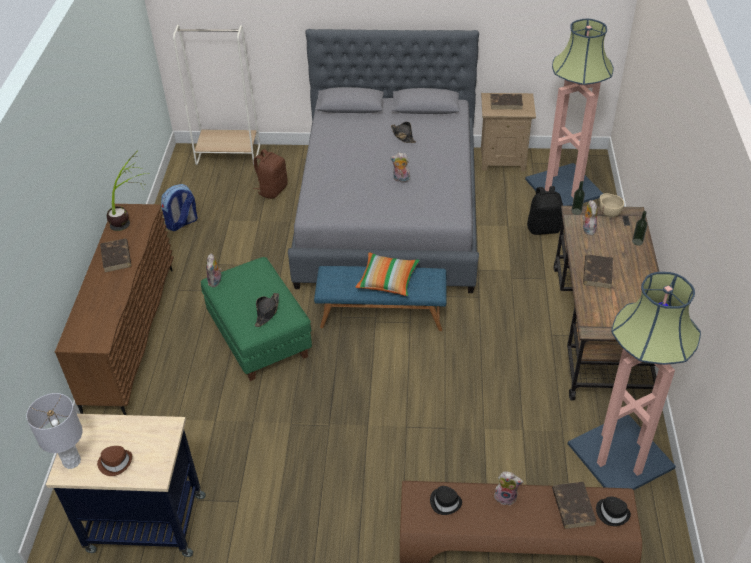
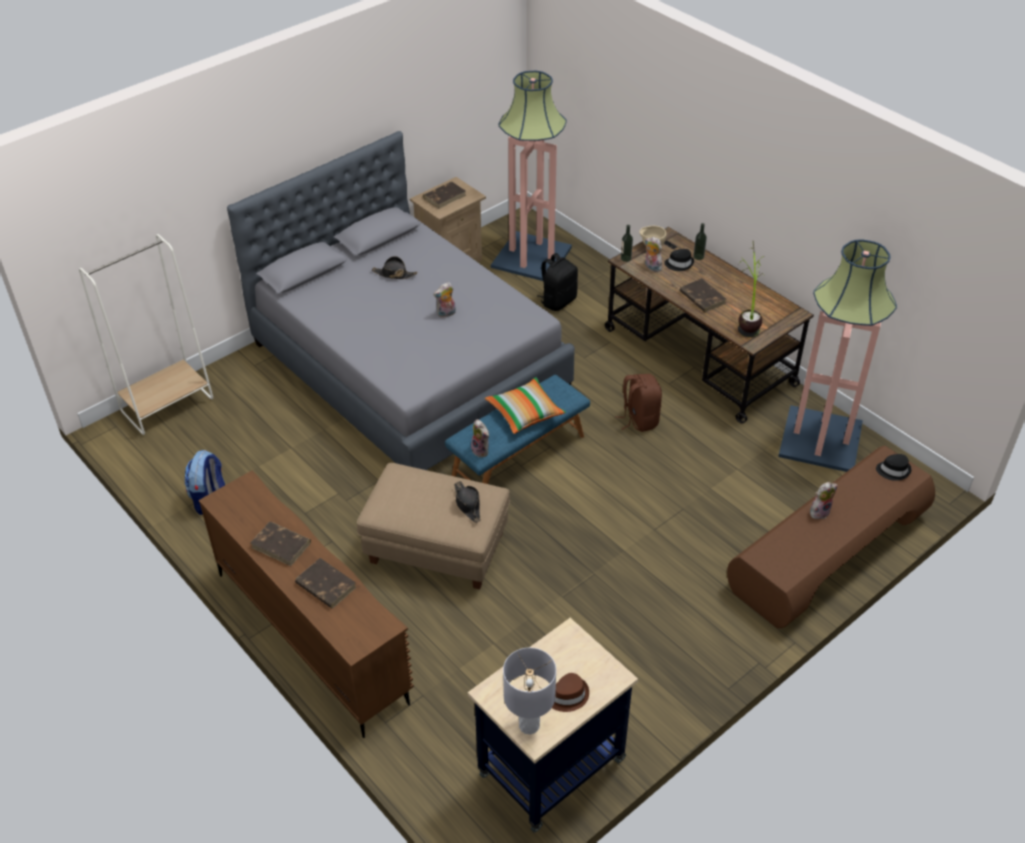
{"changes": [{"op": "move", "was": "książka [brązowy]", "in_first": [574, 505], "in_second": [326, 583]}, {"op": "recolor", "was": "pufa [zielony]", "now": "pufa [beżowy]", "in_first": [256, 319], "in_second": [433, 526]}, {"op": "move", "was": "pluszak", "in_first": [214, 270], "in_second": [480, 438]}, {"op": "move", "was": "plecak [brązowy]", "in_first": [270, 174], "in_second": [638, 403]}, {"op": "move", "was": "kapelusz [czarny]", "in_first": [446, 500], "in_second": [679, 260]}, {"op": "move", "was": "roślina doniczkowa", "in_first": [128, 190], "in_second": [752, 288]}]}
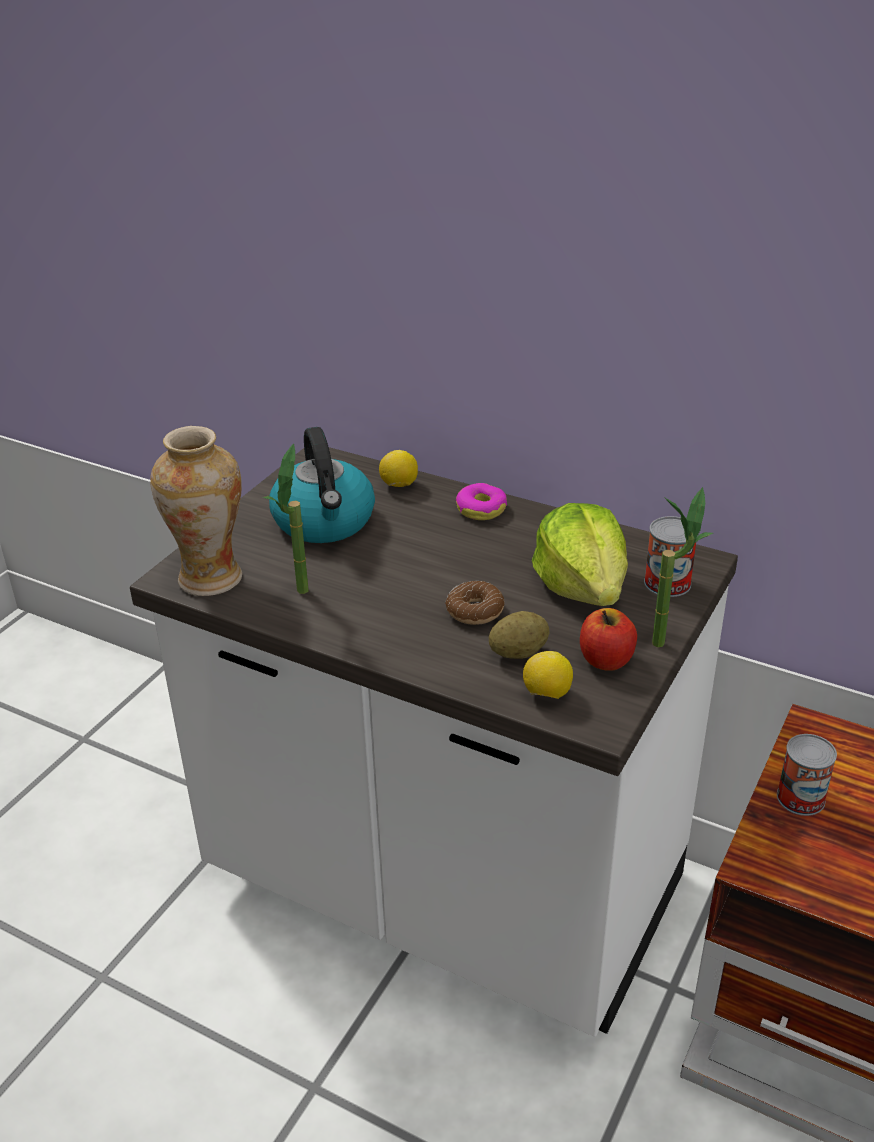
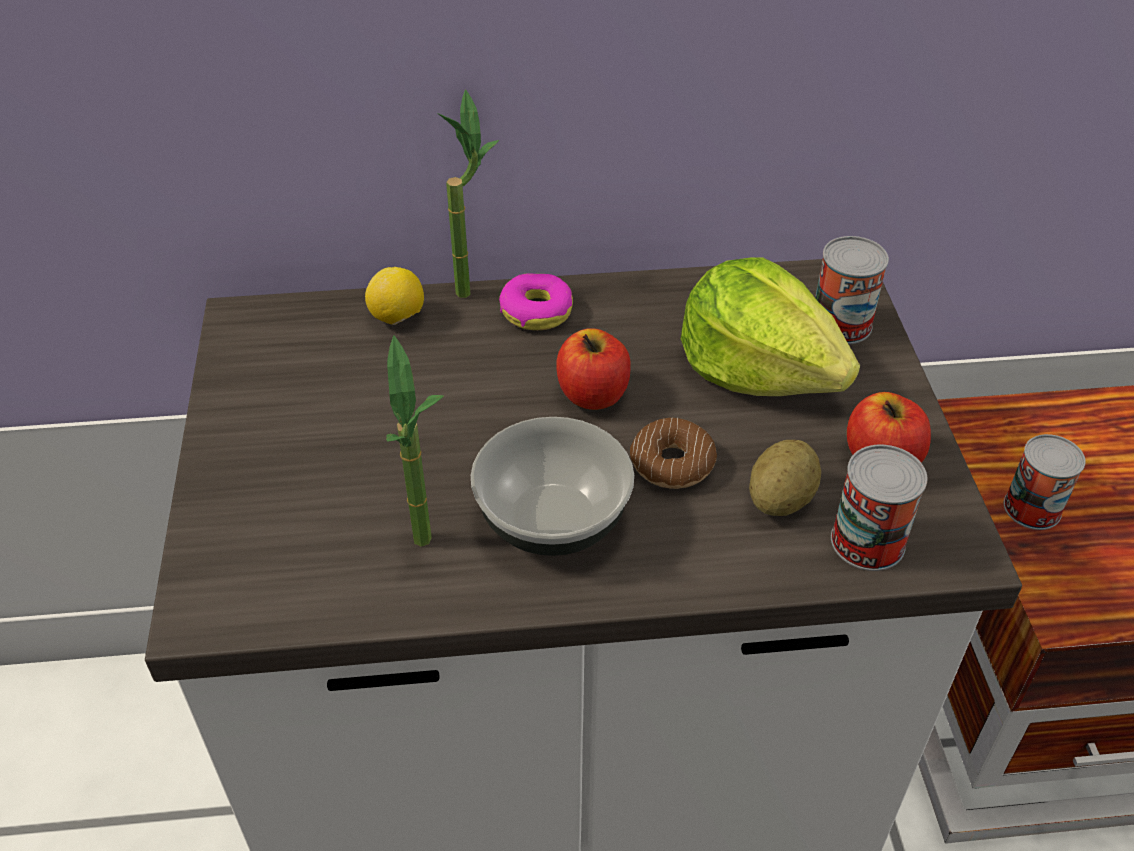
{"changes": [{"op": "move", "was": "roślina doniczkowa", "in_first": [682, 567], "in_second": [468, 193]}, {"op": "insert", "now": "miska", "in_second": [552, 486]}, {"op": "insert", "now": "jabłko", "in_second": [593, 369]}, {"op": "replace", "was": "cytryna", "now": "puszka", "in_first": [548, 675], "in_second": [879, 507]}, {"op": "delete", "was": "wazon", "in_first": [196, 511]}, {"op": "delete", "was": "czajnik", "in_first": [322, 485]}]}
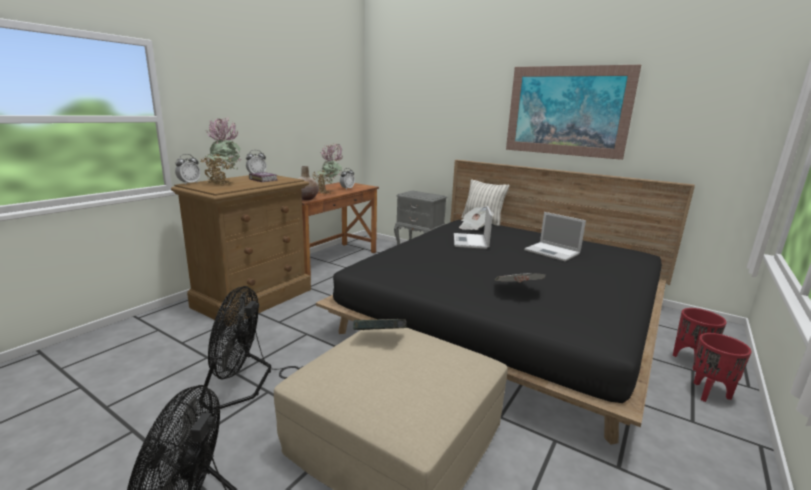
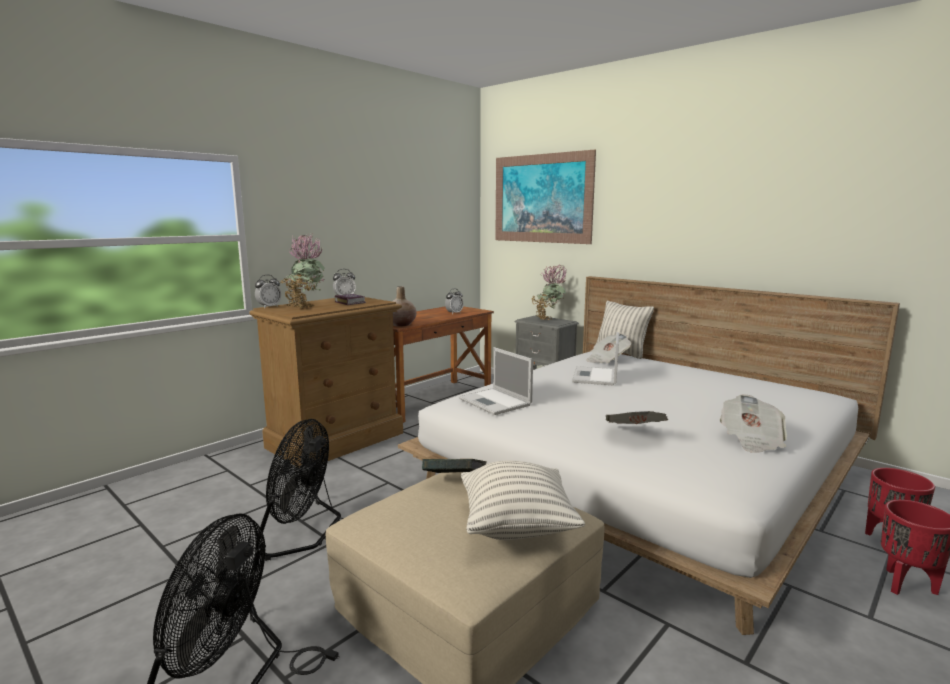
{"changes": [{"op": "recolor", "was": "łóżko [czarny]", "now": "łóżko [biały]", "in_first": [505, 302], "in_second": [649, 455]}, {"op": "move", "was": "laptop", "in_first": [555, 236], "in_second": [496, 381]}, {"op": "insert", "now": "poduszka", "in_second": [523, 500]}, {"op": "move", "was": "obraz", "in_first": [573, 112], "in_second": [545, 197]}, {"op": "move", "was": "roślina doniczkowa", "in_first": [327, 168], "in_second": [549, 292]}, {"op": "insert", "now": "gazeta", "in_second": [753, 423]}]}
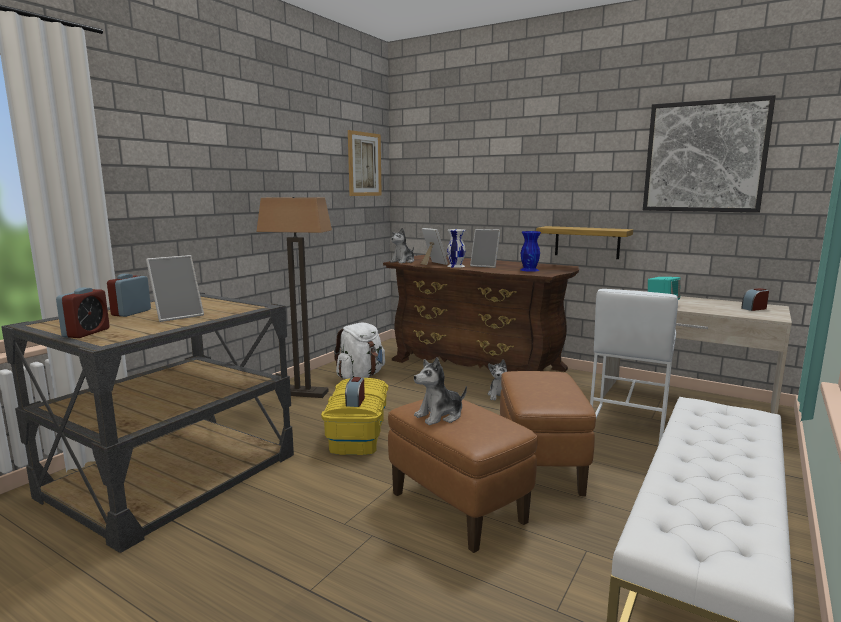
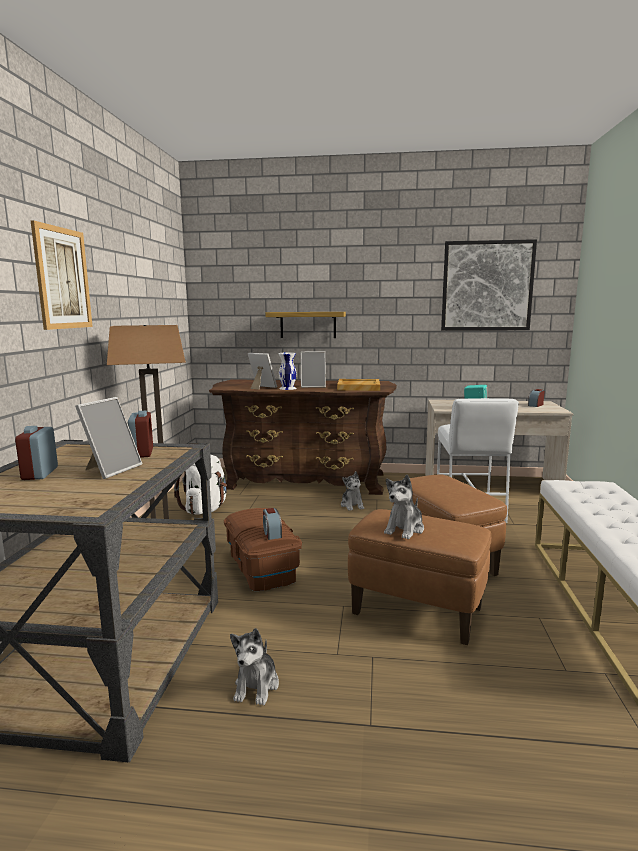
{"changes": [{"op": "move", "was": "obraz", "in_first": [365, 163], "in_second": [62, 275]}, {"op": "move", "was": "budzik", "in_first": [83, 313], "in_second": [140, 434]}, {"op": "recolor", "was": "pojemnik do przechowywania [żółty]", "now": "pojemnik do przechowywania [brązowy]", "in_first": [354, 416], "in_second": [263, 549]}, {"op": "move", "was": "pluszak", "in_first": [402, 246], "in_second": [254, 666]}, {"op": "move", "was": "półka", "in_first": [584, 242], "in_second": [305, 325]}, {"op": "replace", "was": "wazon [niebieski]", "now": "taca [beżowy]", "in_first": [531, 251], "in_second": [358, 385]}]}
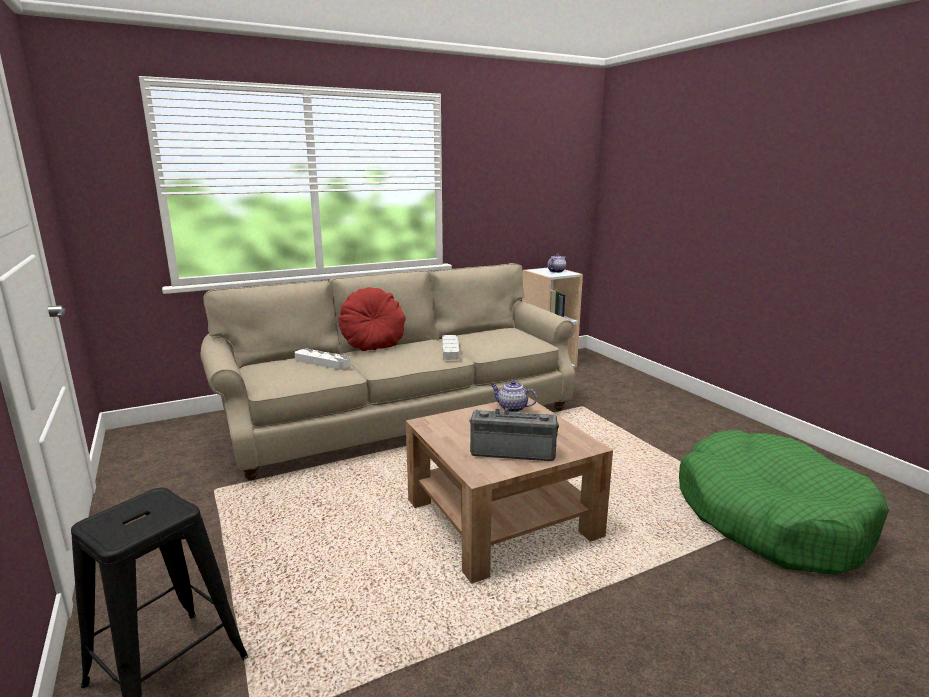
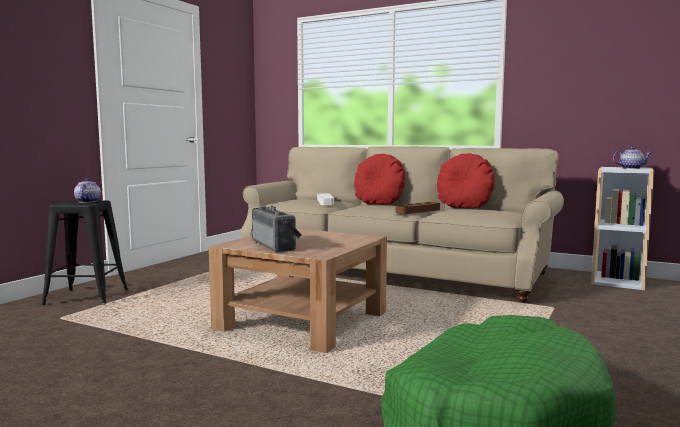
{"changes": [{"op": "move", "was": "imbryk", "in_first": [514, 396], "in_second": [87, 190]}, {"op": "recolor", "was": "taca [szary]", "now": "taca [brązowy]", "in_first": [451, 347], "in_second": [417, 208]}, {"op": "insert", "now": "poduszka [czerwony]", "in_second": [466, 180]}]}
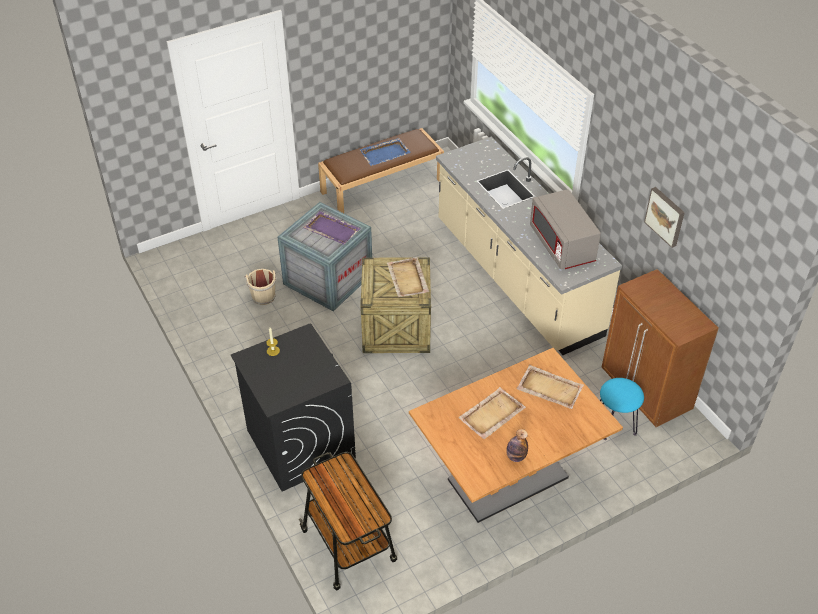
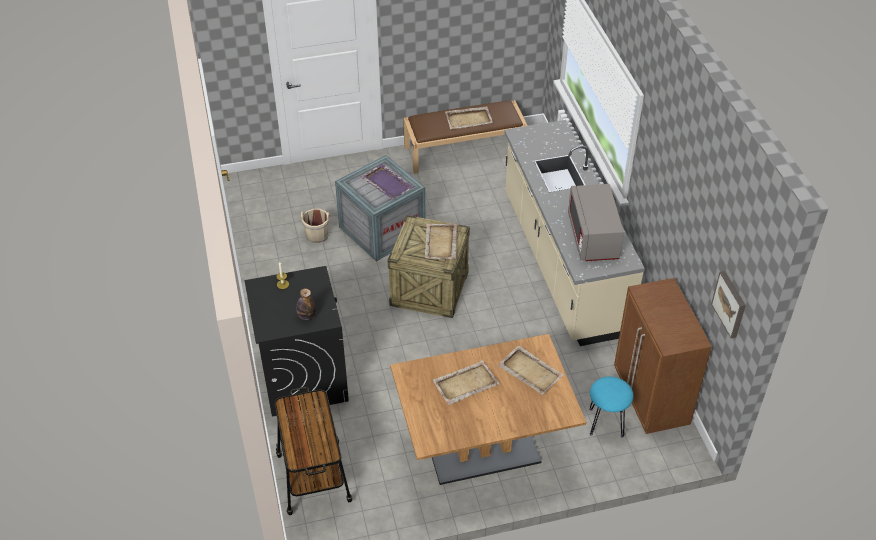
{"changes": [{"op": "move", "was": "butelka", "in_first": [517, 445], "in_second": [306, 304]}, {"op": "recolor", "was": "taca [niebieski]", "now": "taca [beżowy]", "in_first": [385, 152], "in_second": [469, 117]}, {"op": "move", "was": "obraz", "in_first": [664, 217], "in_second": [728, 304]}]}
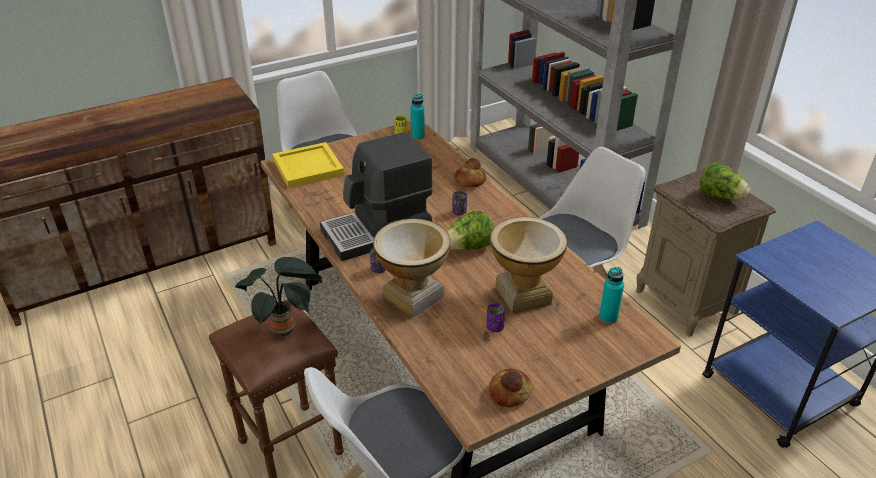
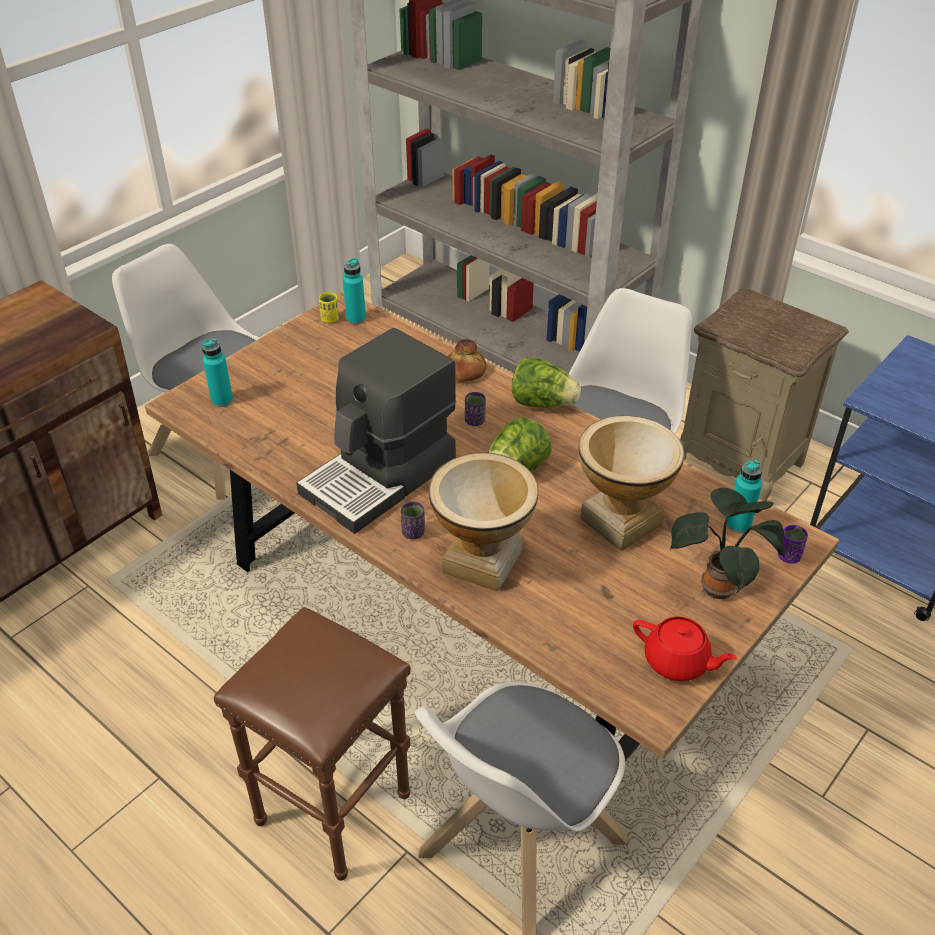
{"changes": [{"op": "replace", "was": "taca [żółty]", "now": "butelka [turkusowy]", "in_first": [308, 165], "in_second": [217, 372]}, {"op": "move", "was": "sałata", "in_first": [724, 180], "in_second": [546, 382]}, {"op": "replace", "was": "chleb", "now": "imbryk [czerwony]", "in_first": [511, 387], "in_second": [685, 648]}, {"op": "move", "was": "roślina doniczkowa", "in_first": [278, 297], "in_second": [727, 543]}, {"op": "move", "was": "filiżanka [fioletowy]", "in_first": [496, 317], "in_second": [793, 544]}]}
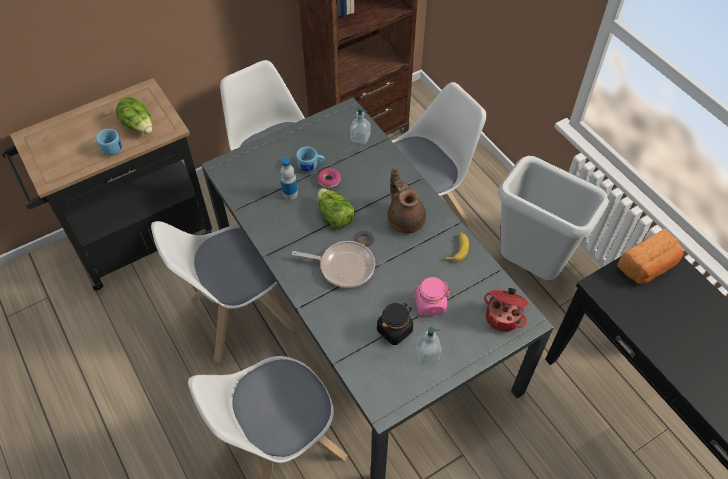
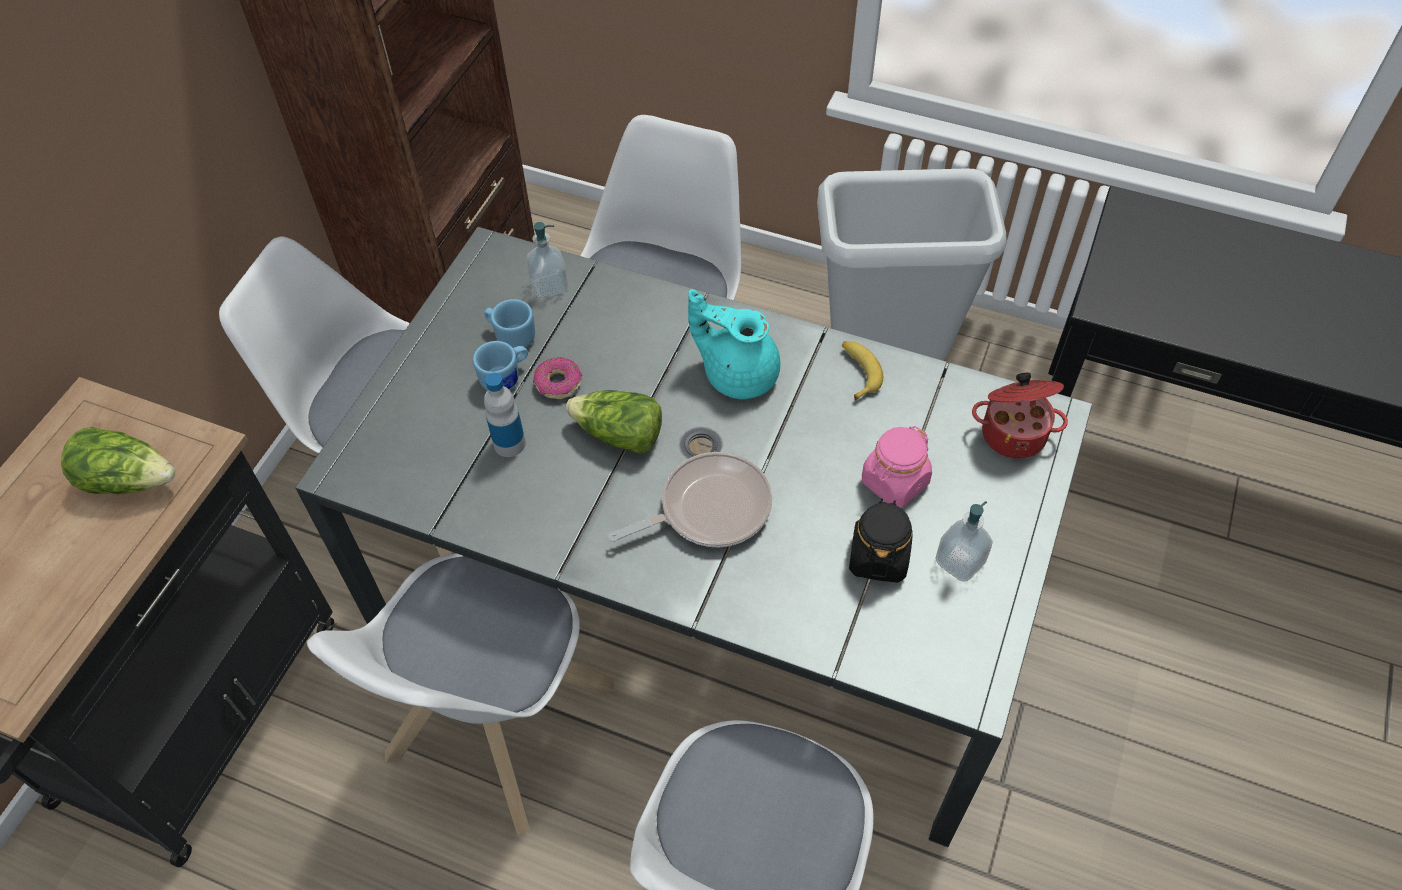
{"changes": [{"op": "move", "was": "kubek [niebieski]", "in_first": [109, 142], "in_second": [509, 323]}, {"op": "recolor", "was": "imbryk [brązowy]", "now": "imbryk [turkusowy]", "in_first": [407, 201], "in_second": [734, 344]}, {"op": "delete", "was": "chleb", "in_first": [650, 256]}]}
